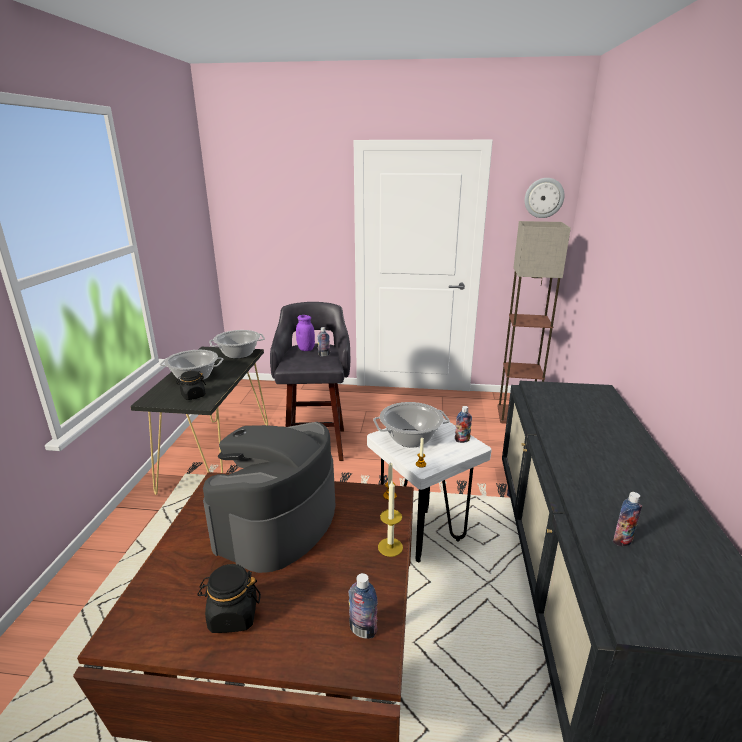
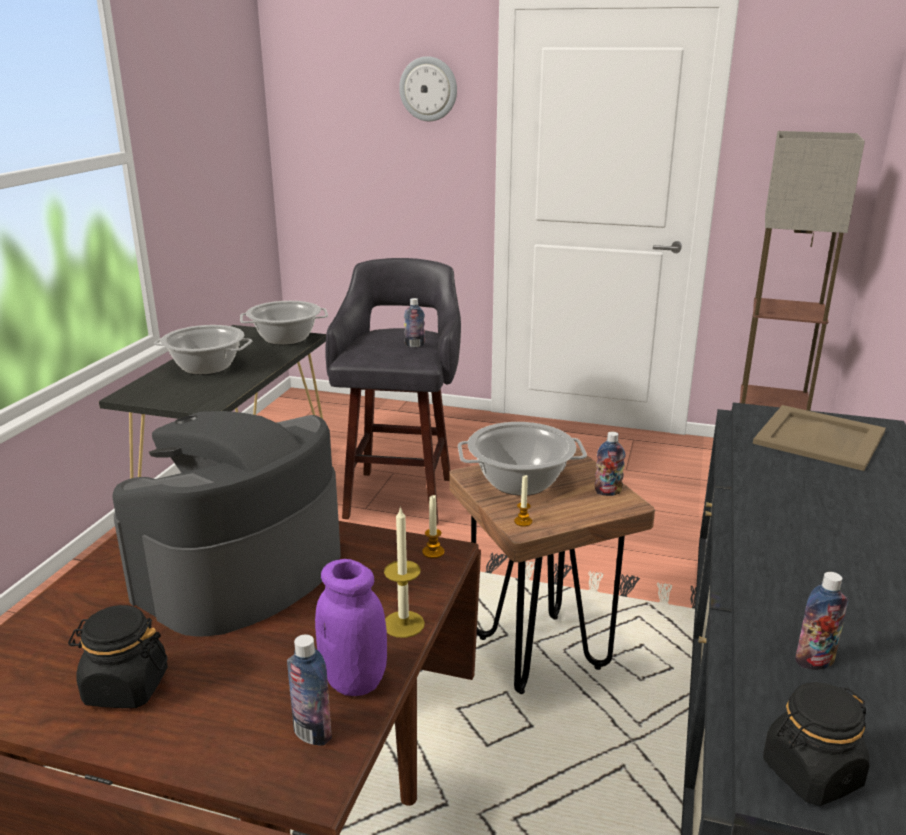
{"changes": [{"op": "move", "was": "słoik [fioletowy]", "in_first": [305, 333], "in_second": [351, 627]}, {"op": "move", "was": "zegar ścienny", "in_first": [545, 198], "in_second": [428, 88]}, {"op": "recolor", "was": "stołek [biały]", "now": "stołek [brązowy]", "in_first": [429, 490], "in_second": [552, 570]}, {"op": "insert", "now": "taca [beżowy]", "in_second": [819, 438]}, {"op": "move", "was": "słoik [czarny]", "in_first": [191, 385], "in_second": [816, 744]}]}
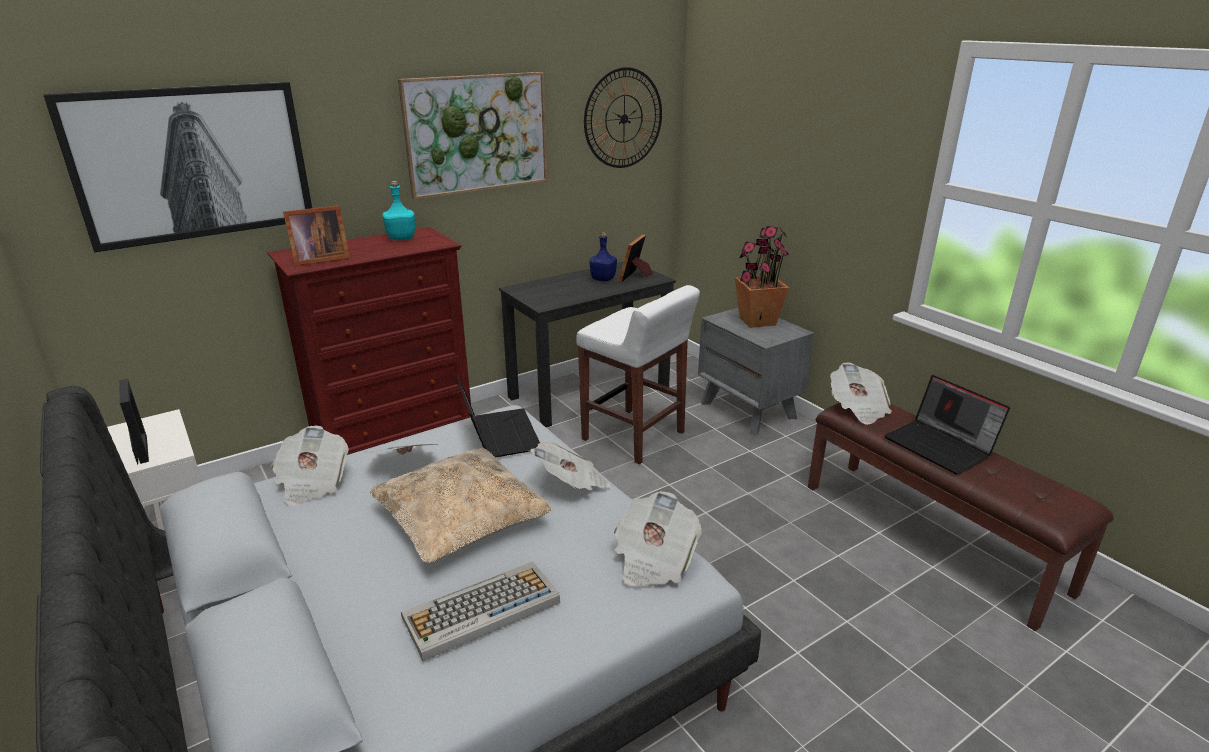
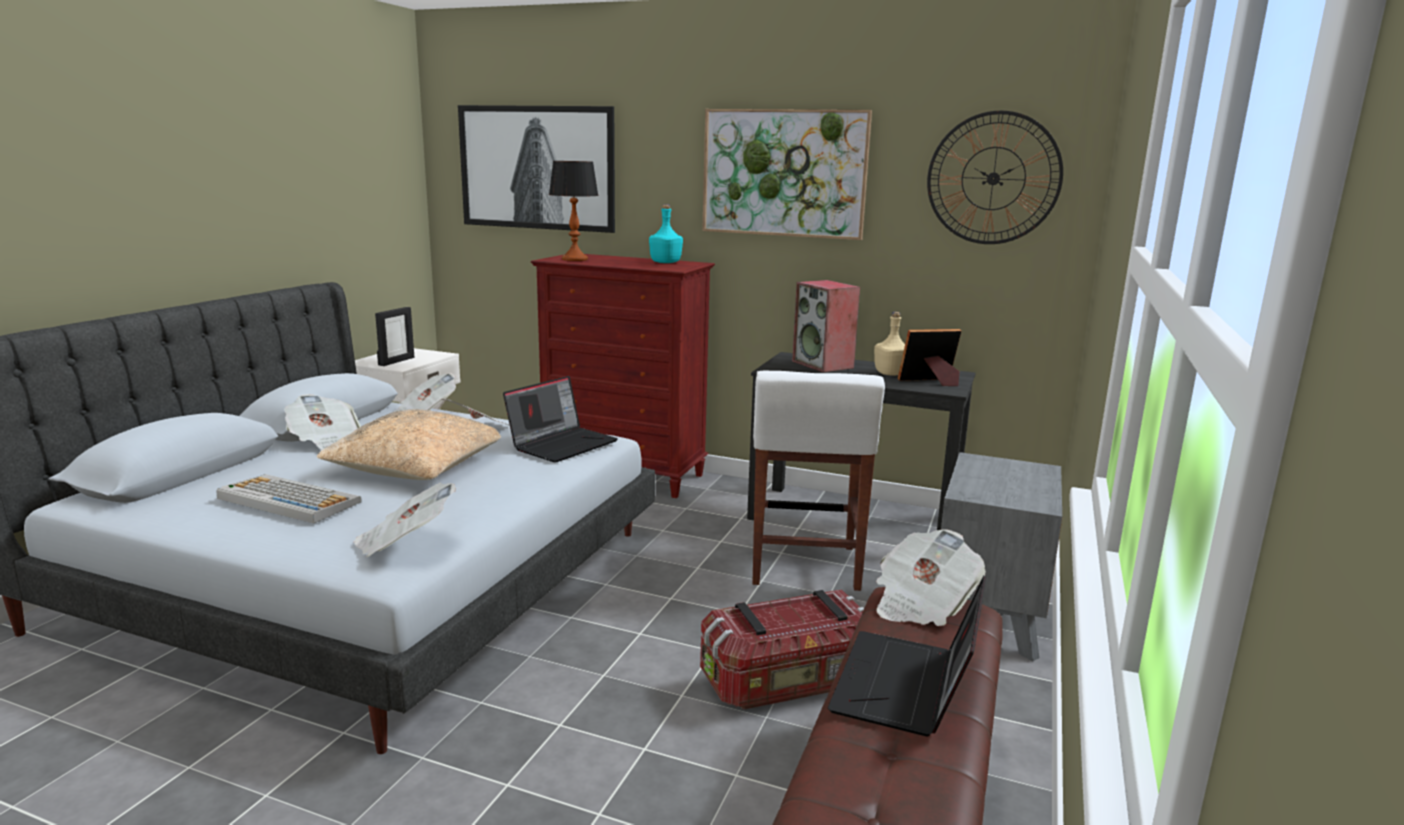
{"changes": [{"op": "move", "was": "gazeta", "in_first": [571, 466], "in_second": [322, 422]}, {"op": "replace", "was": "ramka na zdjęcie", "now": "lampa stołowa", "in_first": [316, 236], "in_second": [574, 211]}, {"op": "insert", "now": "pojemnik do przechowywania", "in_second": [782, 650]}, {"op": "insert", "now": "głośnik", "in_second": [826, 326]}, {"op": "recolor", "was": "butelka [niebieski]", "now": "butelka [beżowy]", "in_first": [603, 256], "in_second": [889, 343]}, {"op": "delete", "was": "roślina doniczkowa", "in_first": [762, 277]}]}
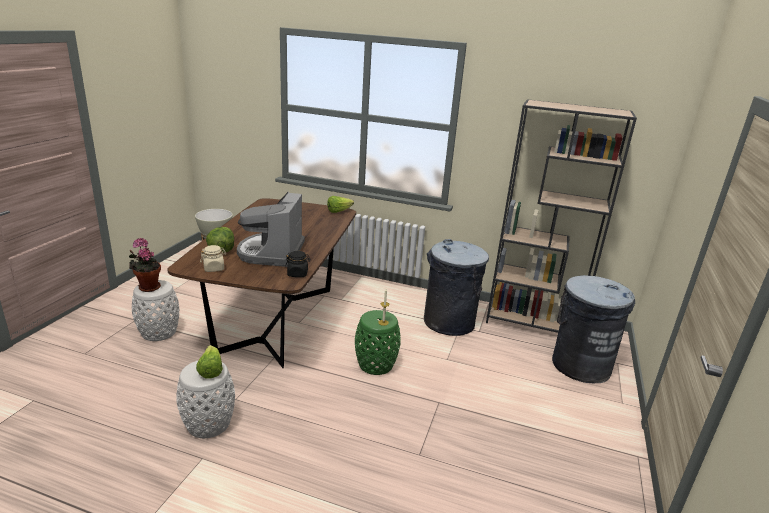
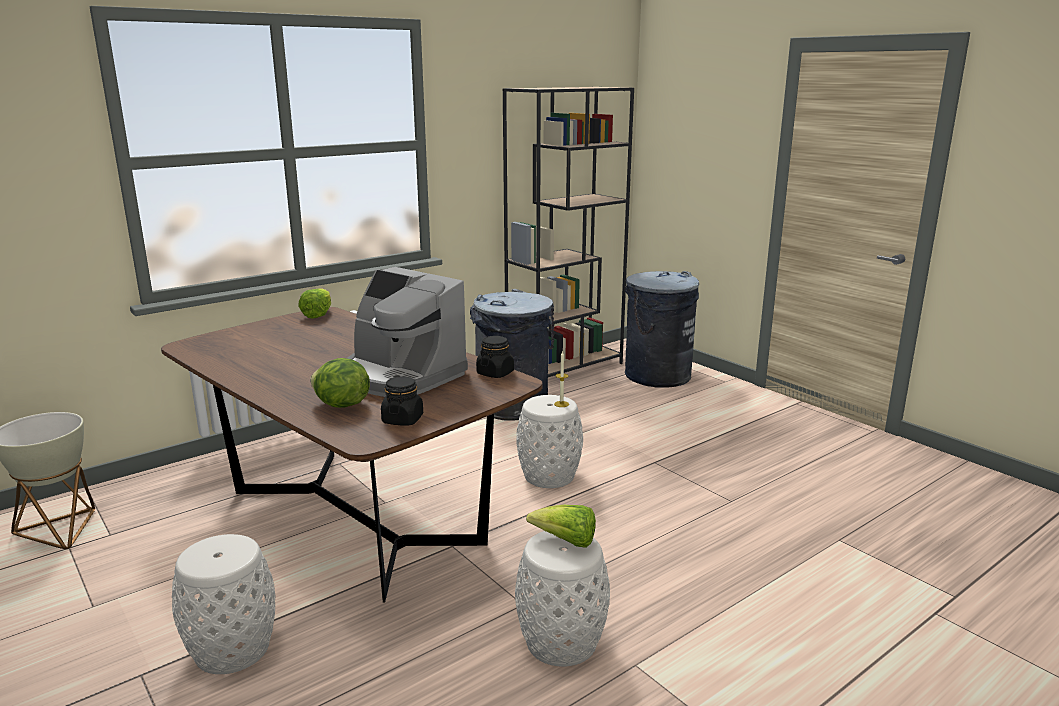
{"changes": [{"op": "recolor", "was": "słoik [beżowy]", "now": "słoik [czarny]", "in_first": [213, 258], "in_second": [402, 401]}, {"op": "recolor", "was": "stołek [zielony]", "now": "stołek [biały]", "in_first": [378, 342], "in_second": [549, 441]}, {"op": "delete", "was": "roślina doniczkowa", "in_first": [145, 265]}]}
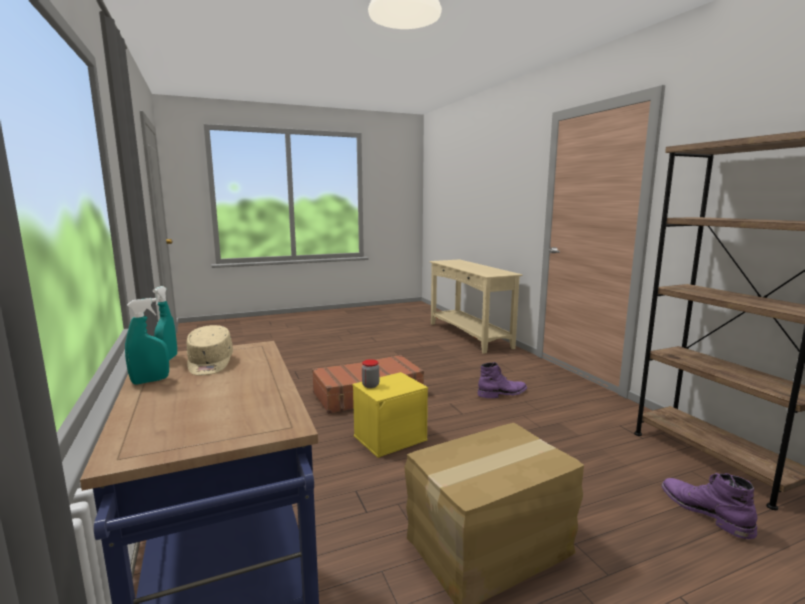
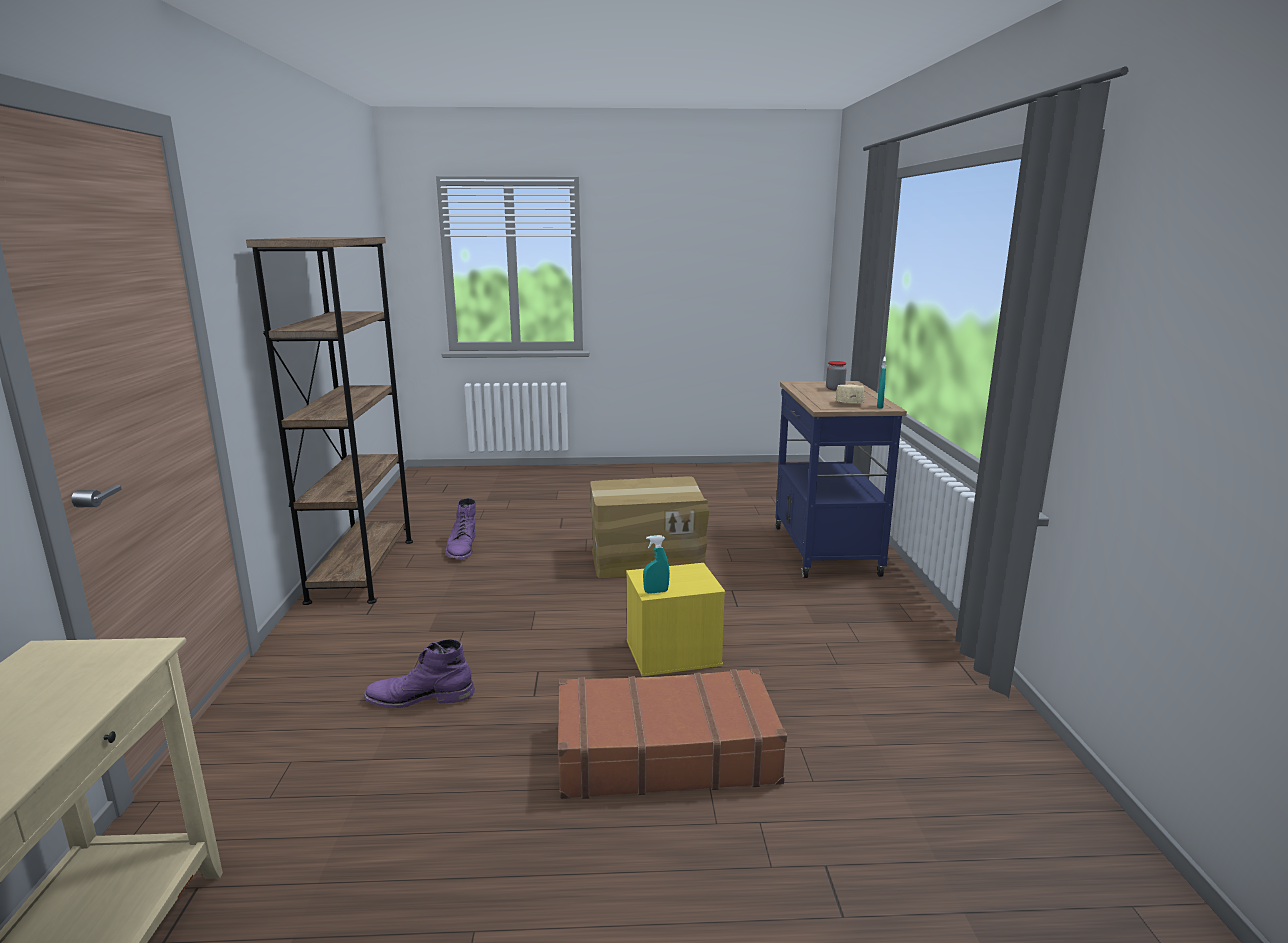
{"changes": [{"op": "move", "was": "spryskiwacz [turkusowy]", "in_first": [147, 341], "in_second": [656, 564]}, {"op": "move", "was": "słoik", "in_first": [370, 373], "in_second": [836, 376]}]}
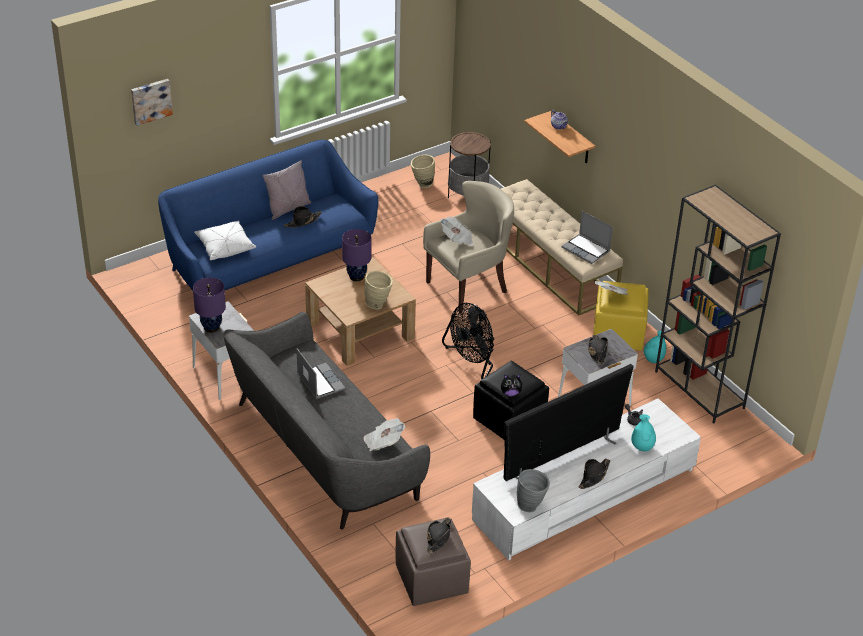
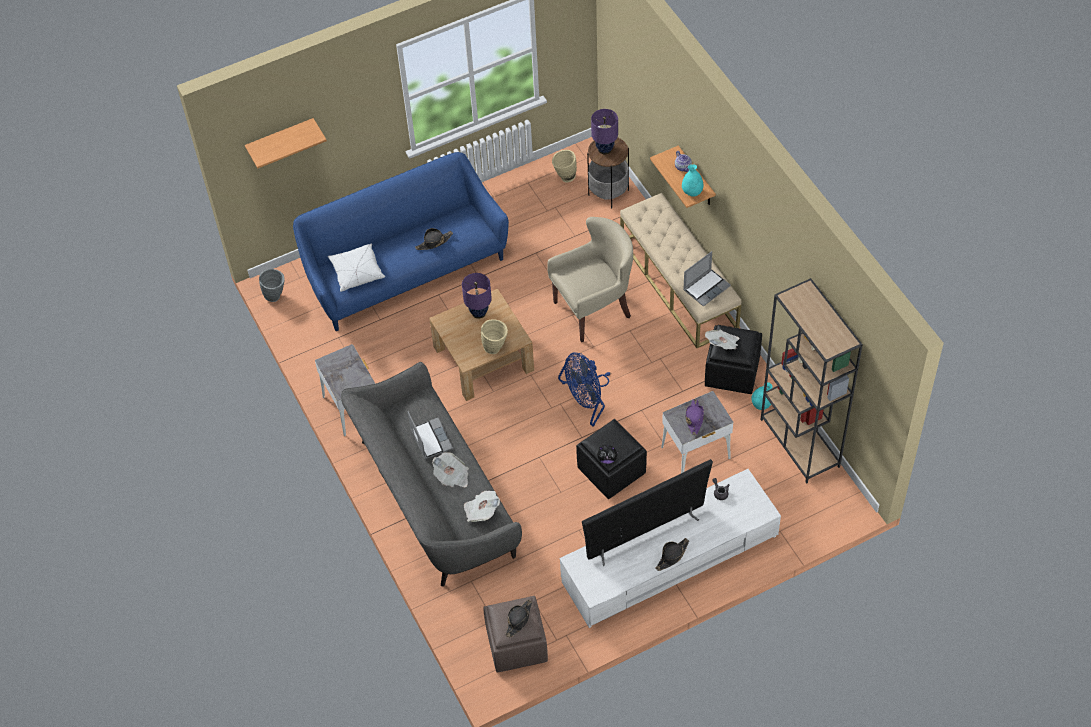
{"changes": [{"op": "replace", "was": "obraz", "now": "półka", "in_first": [152, 102], "in_second": [286, 143]}, {"op": "move", "was": "wazon [szary]", "in_first": [533, 491], "in_second": [272, 285]}, {"op": "move", "was": "gazeta", "in_first": [456, 231], "in_second": [450, 469]}, {"op": "recolor", "was": "wentylator [czarny]", "now": "wentylator [niebieski]", "in_first": [468, 341], "in_second": [584, 389]}, {"op": "move", "was": "lampa stołowa [fioletowy]", "in_first": [209, 305], "in_second": [604, 131]}, {"op": "move", "was": "wazon [turkusowy]", "in_first": [643, 433], "in_second": [692, 180]}, {"op": "rotate", "was": "laptop", "in_first": [587, 237], "in_second": [707, 279], "clockwise": -90}, {"op": "recolor", "was": "kapelusz [czarny]", "now": "kapelusz [fioletowy]", "in_first": [598, 349], "in_second": [694, 417]}, {"op": "recolor", "was": "pufa [żółty]", "now": "pufa [czarny]", "in_first": [620, 316], "in_second": [733, 359]}, {"op": "delete", "was": "poduszka [fioletowy]", "in_first": [286, 190]}]}
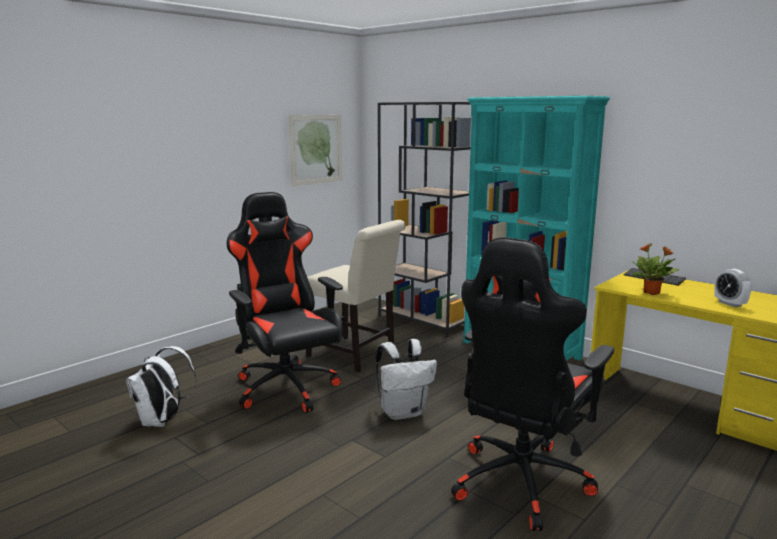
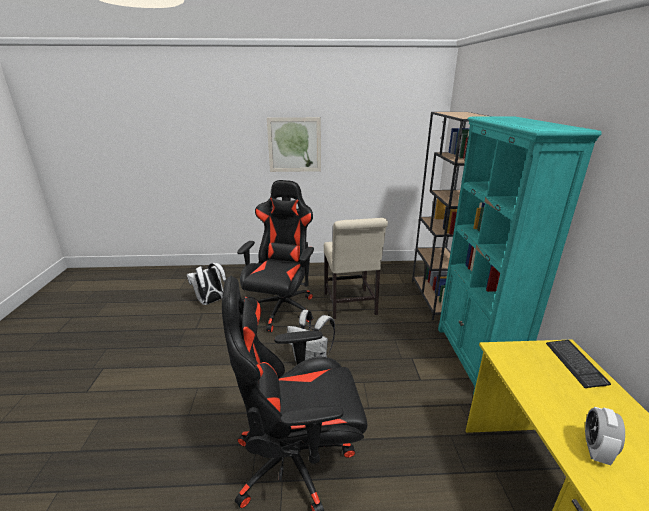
{"changes": [{"op": "move", "was": "obraz", "in_first": [315, 150], "in_second": [294, 144]}, {"op": "delete", "was": "roślina doniczkowa", "in_first": [655, 269]}]}
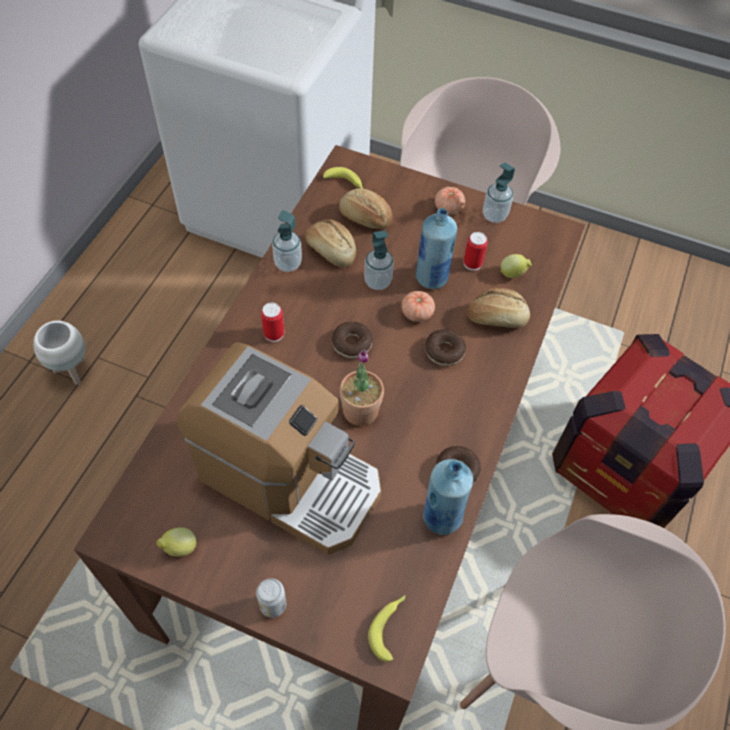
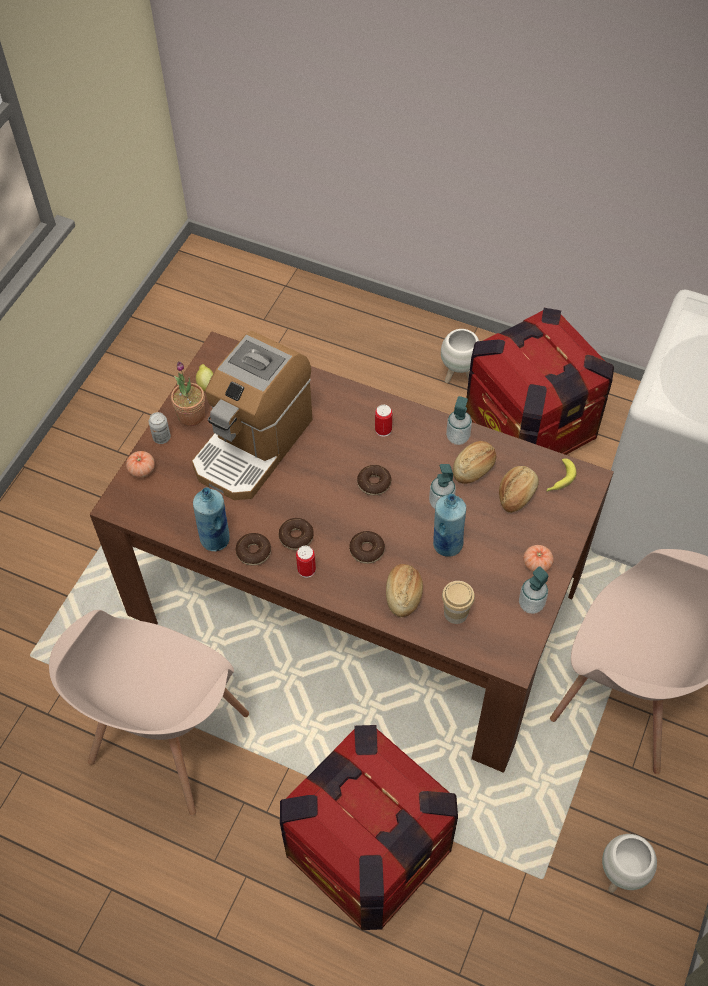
{"changes": [{"op": "move", "was": "pomidor", "in_first": [418, 306], "in_second": [140, 464]}, {"op": "move", "was": "roślina doniczkowa", "in_first": [361, 387], "in_second": [188, 393]}, {"op": "insert", "now": "donut", "in_second": [296, 534]}, {"op": "move", "was": "puszka", "in_first": [476, 251], "in_second": [306, 562]}, {"op": "replace", "was": "cytryna", "now": "filiżanka", "in_first": [516, 266], "in_second": [458, 602]}, {"op": "insert", "now": "skrzynka", "in_second": [540, 381]}, {"op": "insert", "now": "donica [biały]", "in_second": [629, 863]}, {"op": "delete", "was": "banan", "in_first": [386, 628]}]}
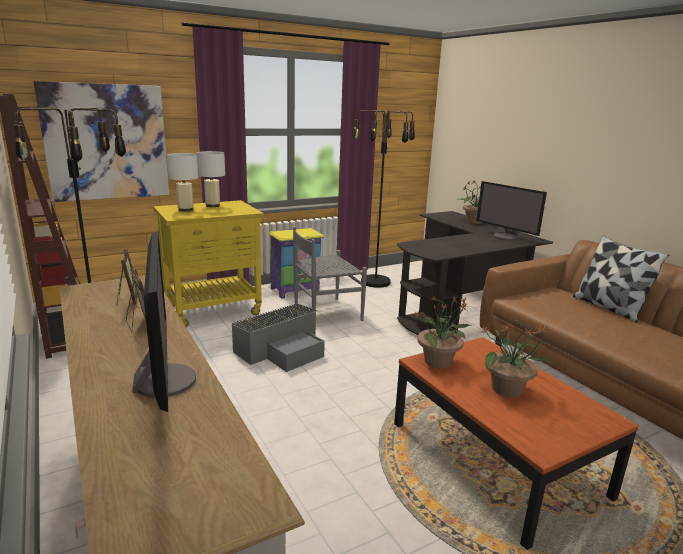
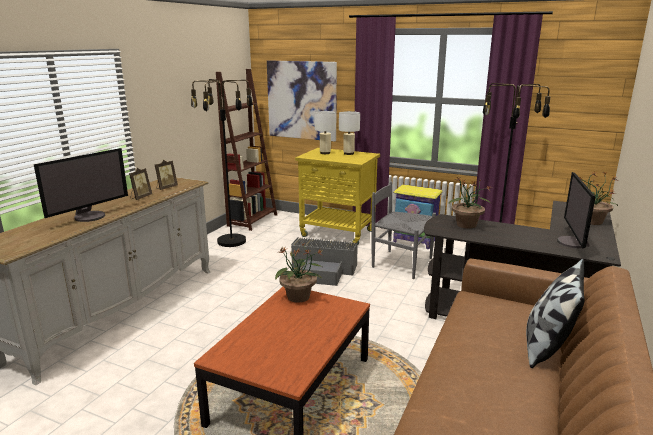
{"changes": [{"op": "move", "was": "roślina doniczkowa", "in_first": [517, 358], "in_second": [470, 203]}]}
